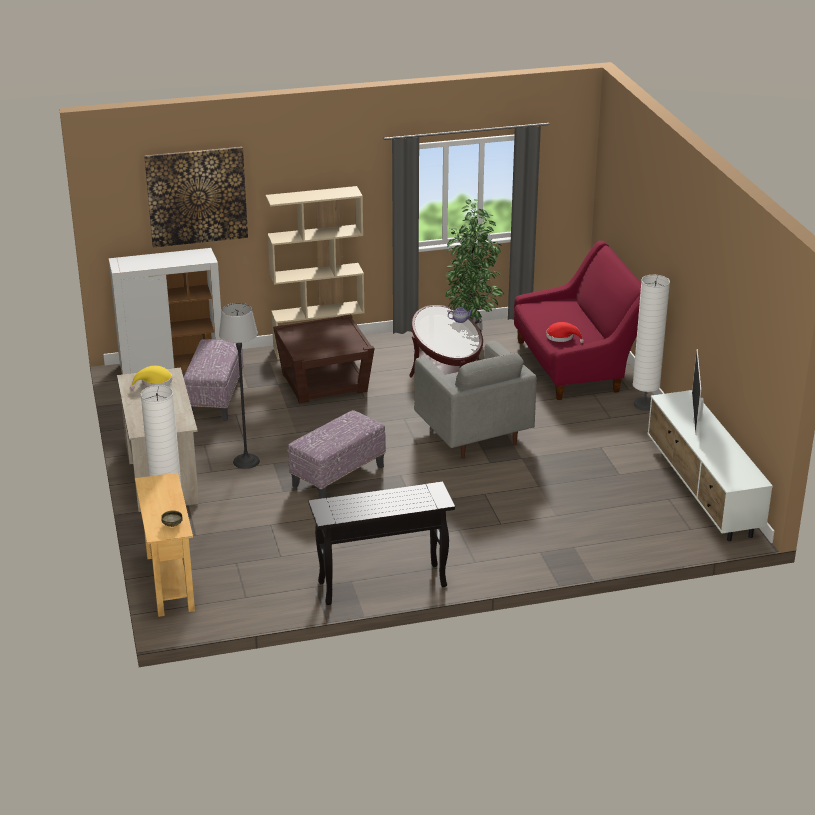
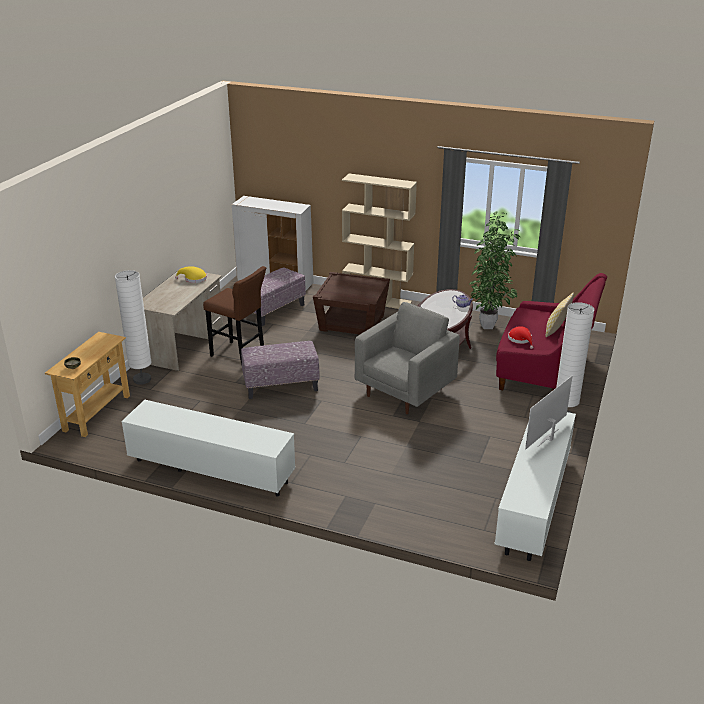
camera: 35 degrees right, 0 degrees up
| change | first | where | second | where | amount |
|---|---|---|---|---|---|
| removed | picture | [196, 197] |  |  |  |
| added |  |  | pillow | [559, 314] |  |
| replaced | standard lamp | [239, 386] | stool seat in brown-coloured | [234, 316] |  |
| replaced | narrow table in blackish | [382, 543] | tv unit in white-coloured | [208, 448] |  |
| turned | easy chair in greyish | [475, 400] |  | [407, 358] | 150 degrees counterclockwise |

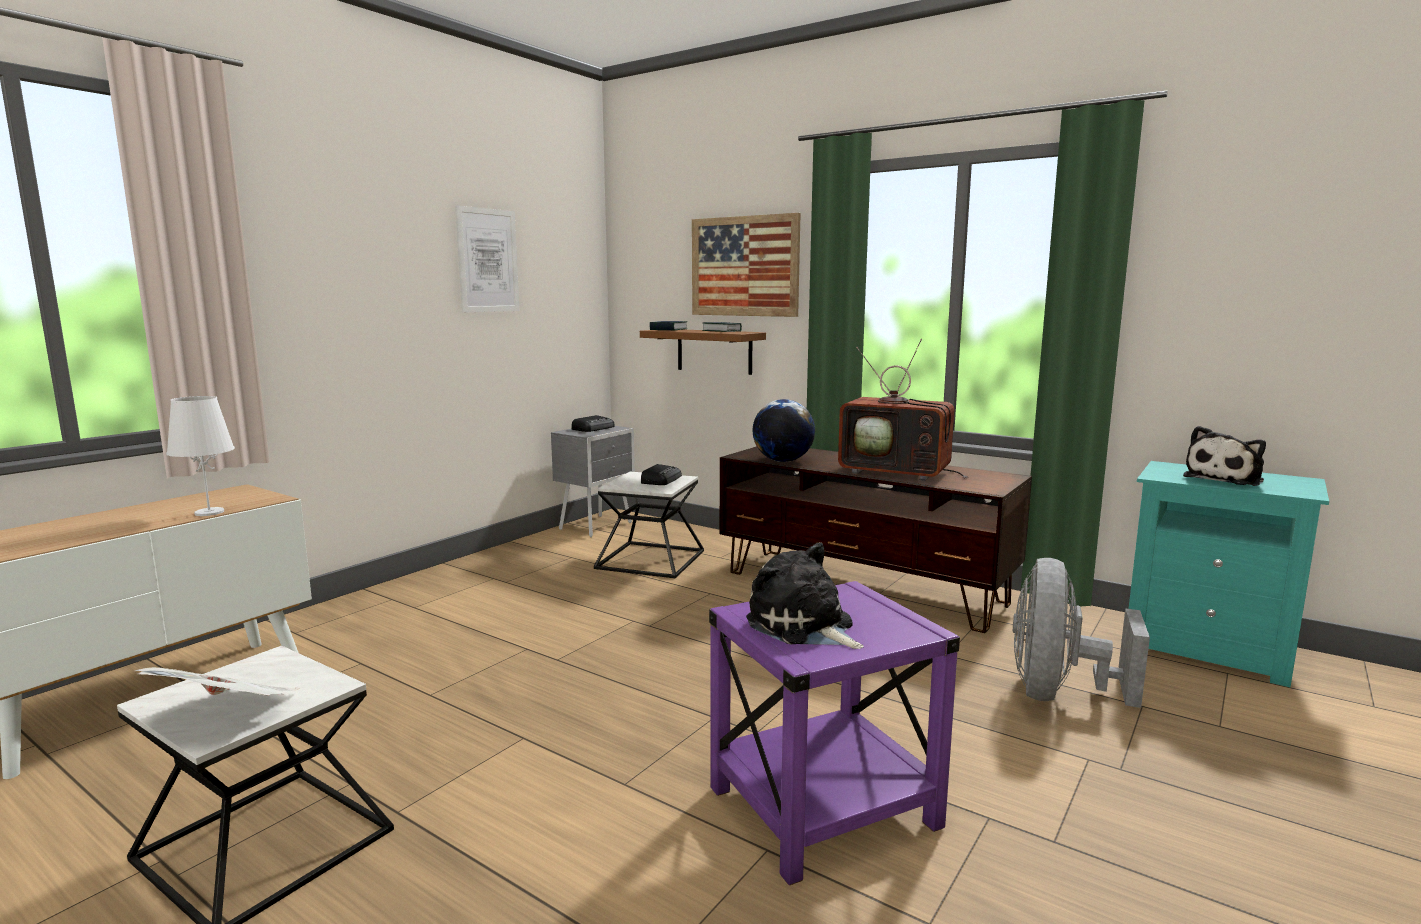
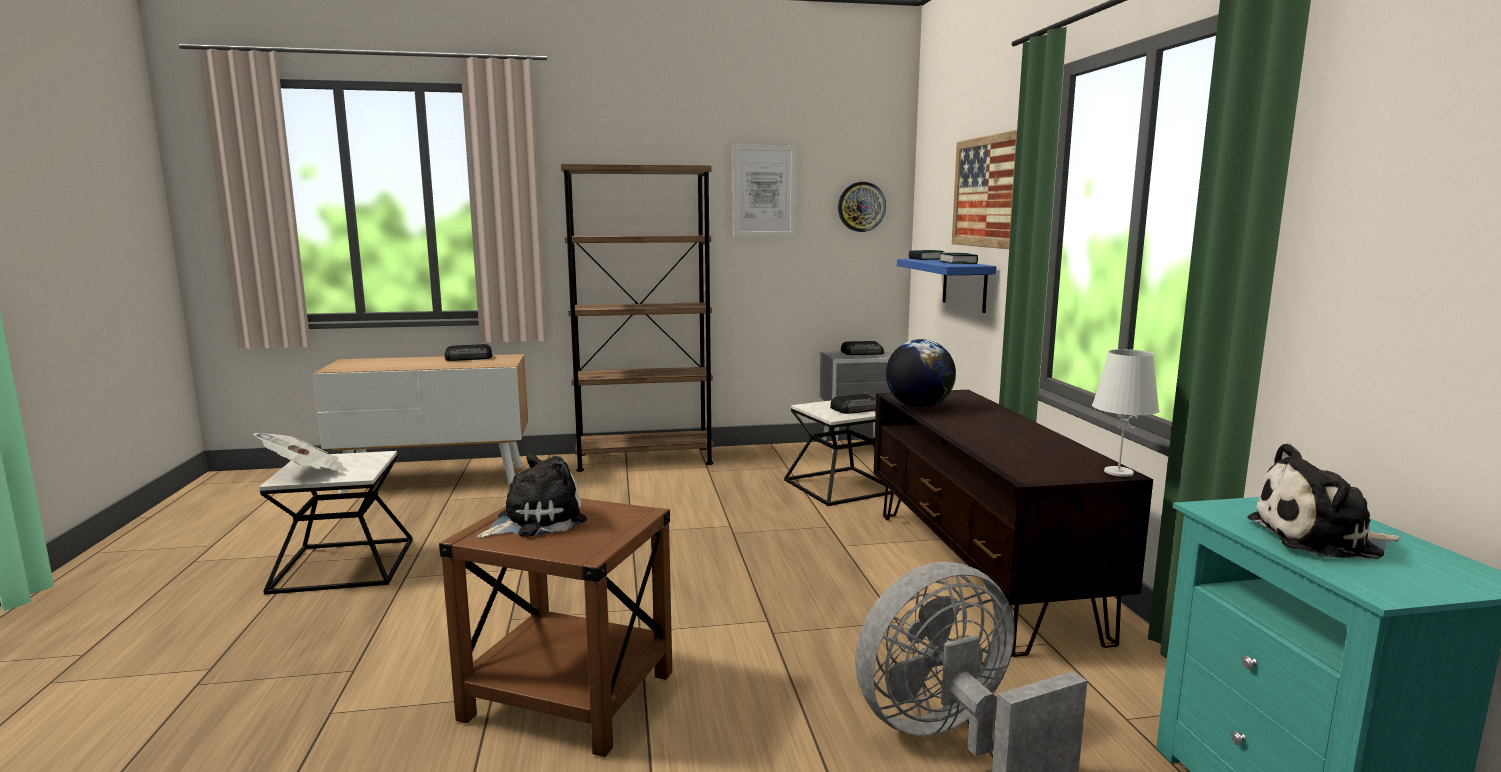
camera: 45 degrees right, 0 degrees up
| change | first | where | second | where | amount |
|---|---|---|---|---|---|
| removed | television | [903, 410] |  |  |  |
| added |  |  | radio set | [469, 352] |  |
| added |  |  | shelving unit in brown-coloured | [637, 318] |  |
| added |  |  | hanging clock | [862, 207] |  |
| moved | tabletop lamp in white-coloured | [200, 456] |  | [1125, 413] |  |
| recoloured | bracket shelf in brown-coloured | [703, 352] | bracket shelf in blue-coloured | [946, 286] |  |
| recoloured | side table in purplish | [834, 733] | side table in brown-coloured | [555, 627] |  |
| turned | cuddly toy | [805, 595] |  | [532, 496] | 45 degrees clockwise |

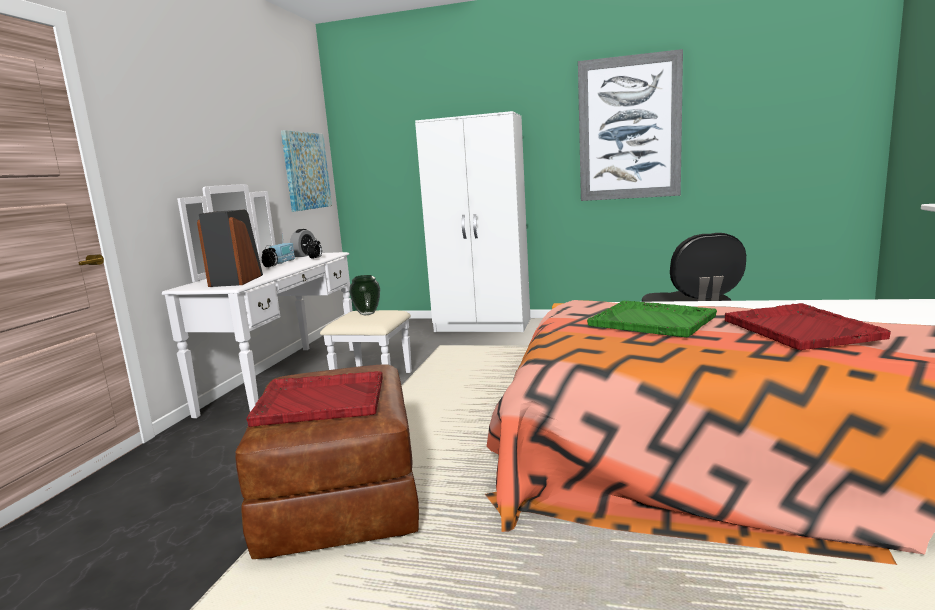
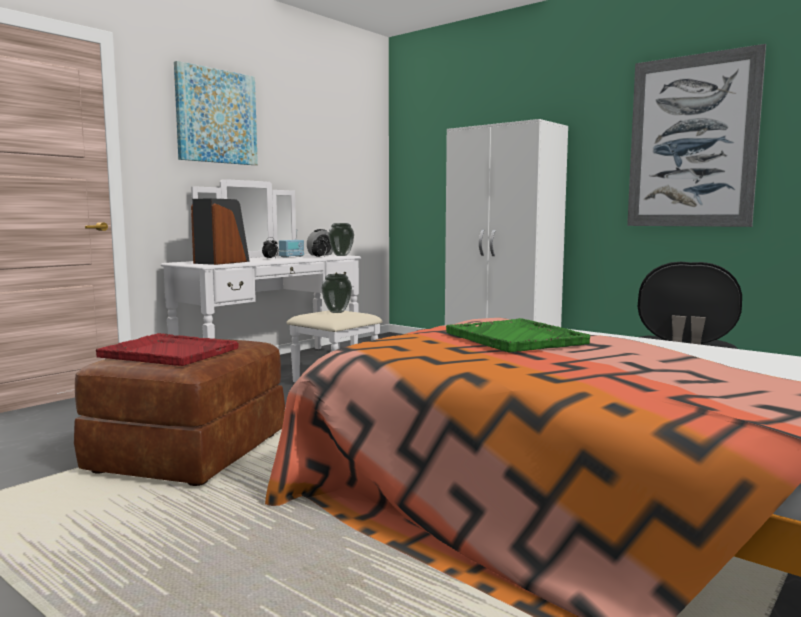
camera: 25 degrees right, 5 degrees down
| change | first | where | second | where | amount |
|---|---|---|---|---|---|
| removed | serving tray in red | [808, 326] |  |  |  |
| added |  |  | flower vase | [341, 239] |  |
| moved | picture | [306, 171] |  | [216, 113] |  |

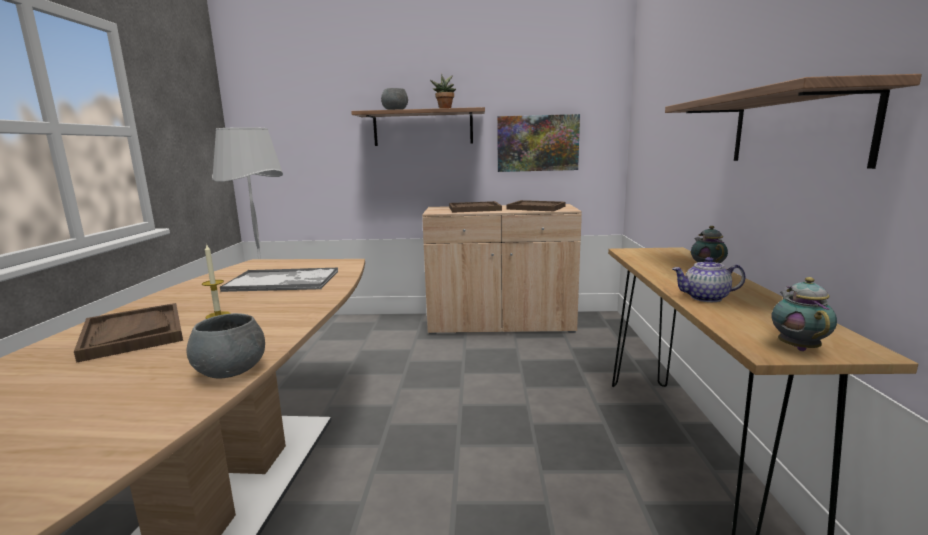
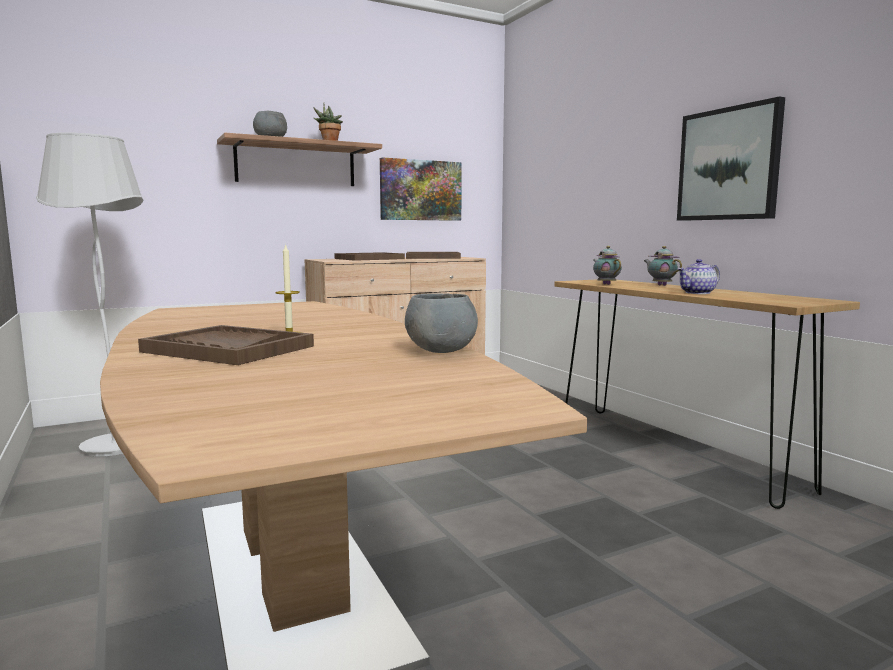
camera: 30 degrees left, 5 degrees down
| change | first | where | second | where | amount |
|---|---|---|---|---|---|
| removed | serving tray | [279, 280] |  |  |  |
| moved | tea pot | [804, 314] |  | [607, 265] |  |
| replaced | bracket shelf | [793, 121] | picture | [731, 158] |  |

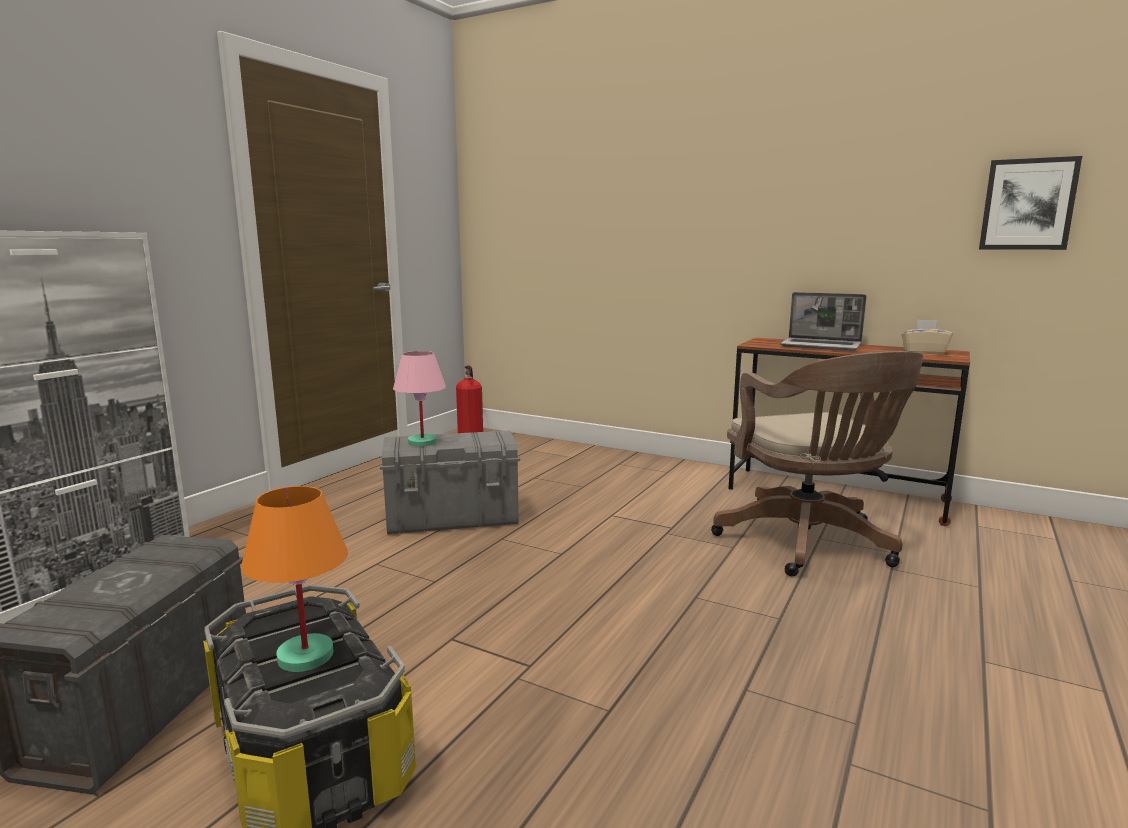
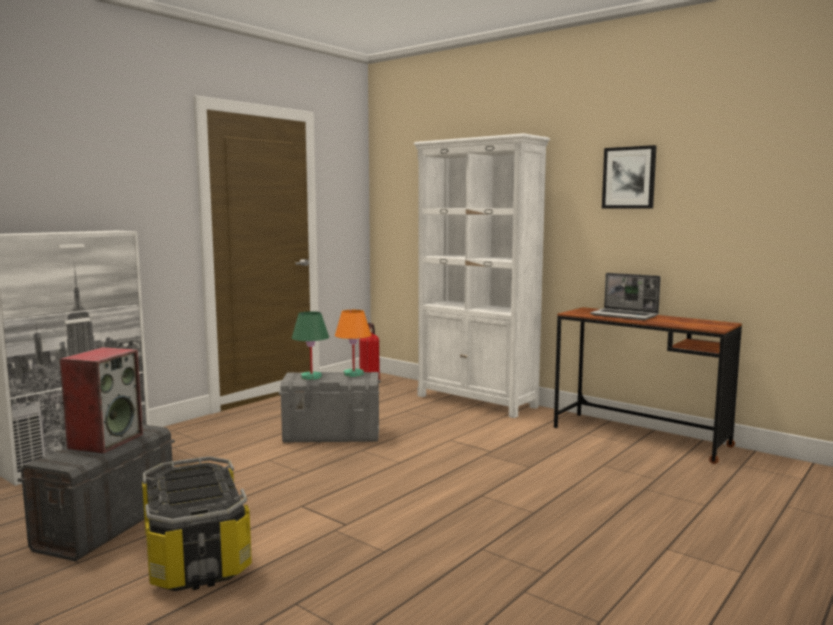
camera: 10 degrees right, 5 degrees down
| change | first | where | second | where | amount |
|---|---|---|---|---|---|
| removed | office chair in brown-coloured | [817, 464] |  |  |  |
| removed | tissue box in beige | [927, 336] |  |  |  |
| added |  |  | speaker | [101, 400] |  |
| added |  |  | shelving unit in white-coloured | [481, 275] |  |
| moved | tabletop lamp in orange-coloured | [294, 579] |  | [353, 343] |  |
| moved | picture | [1030, 203] |  | [629, 177] |  |
| recoloured | tabletop lamp in pinkish | [419, 399] | tabletop lamp in green | [310, 345] |  |

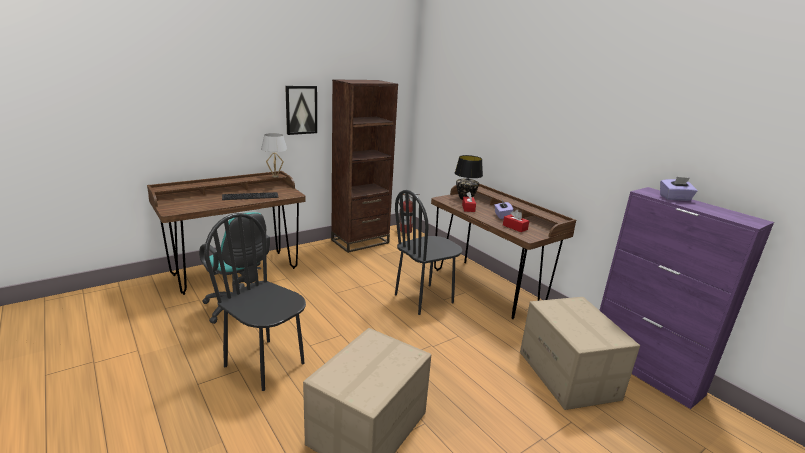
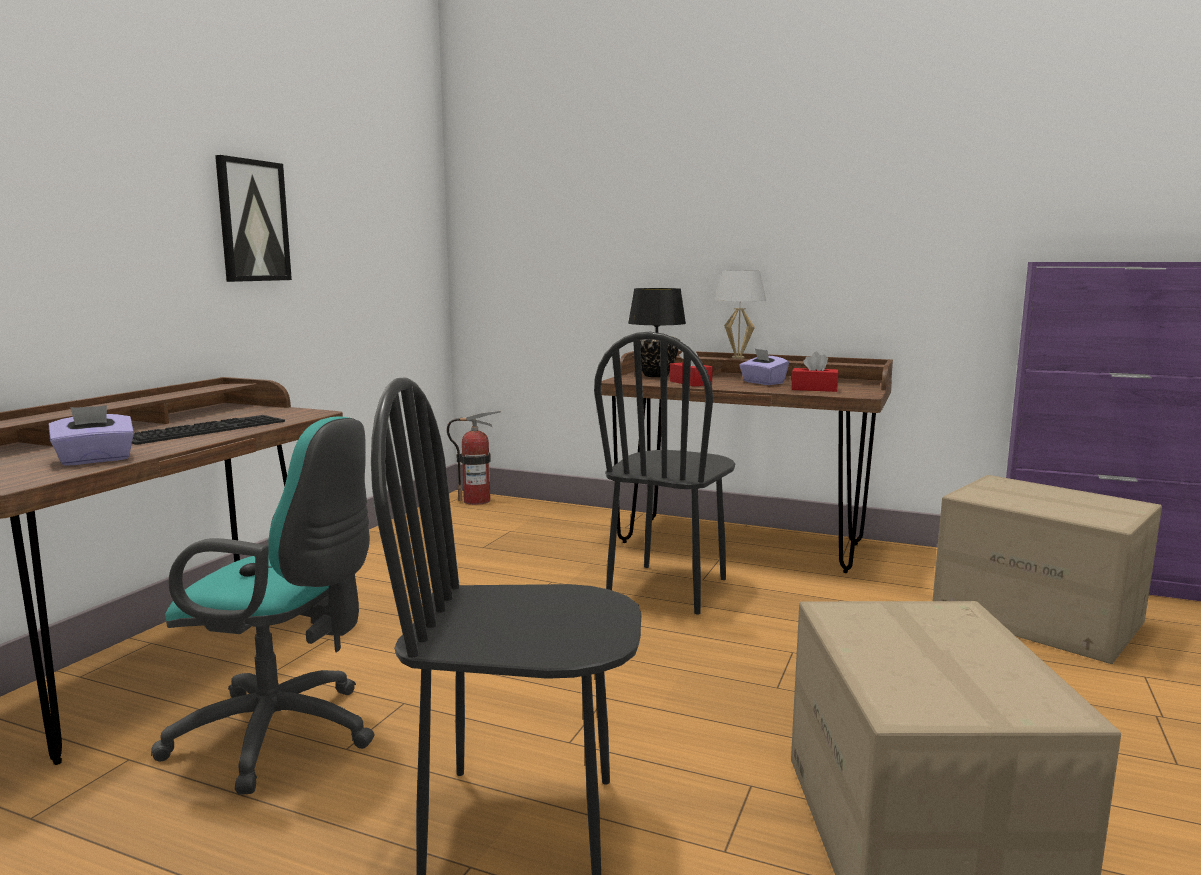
camera: 30 degrees left, 10 degrees down
| change | first | where | second | where | amount |
|---|---|---|---|---|---|
| removed | shelving unit in brown-coloured | [364, 166] |  |  |  |
| moved | tabletop lamp in white-coloured | [274, 155] |  | [740, 314] |  |
| moved | tissue box in purplish | [679, 189] |  | [91, 435] |  |

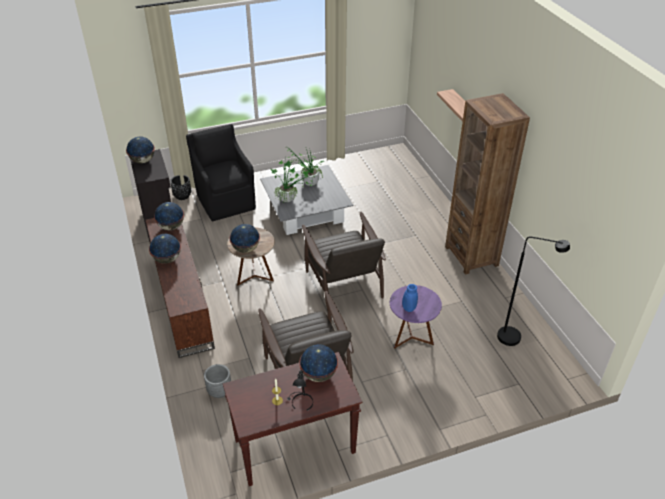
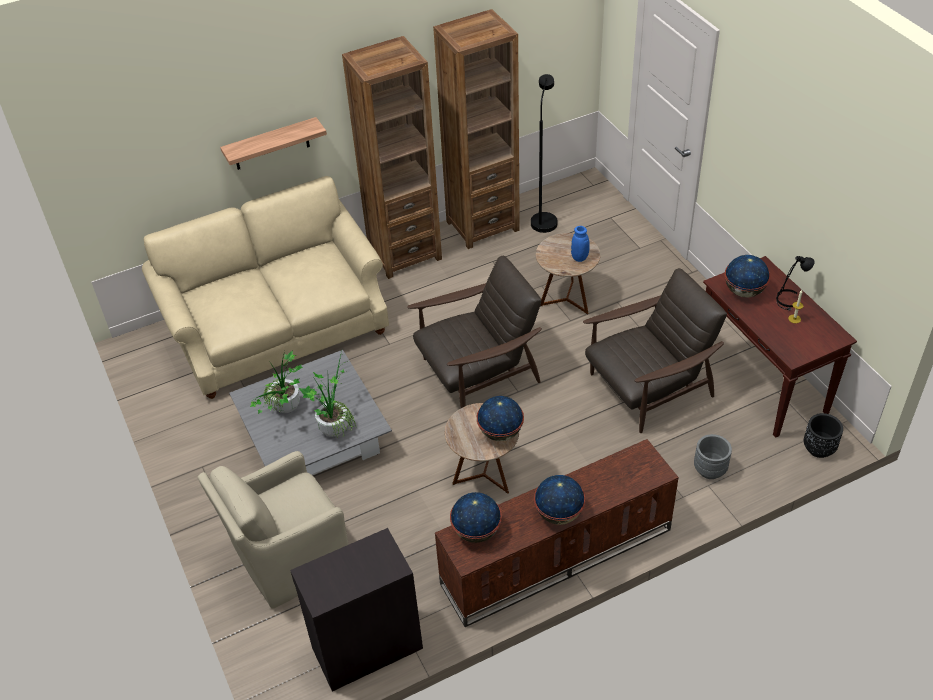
camera: 95 degrees left, 5 degrees up
| change | first | where | second | where | amount |
|---|---|---|---|---|---|
| removed | globe | [140, 150] |  |  |  |
| added |  |  | sofa in beige | [265, 287] |  |
| added |  |  | shelving unit in brown-coloured | [476, 129] |  |
| moved | flower pot in blackish | [180, 187] |  | [823, 435] |  |
| recoloured | easy chair in blackish | [221, 172] | easy chair in beige | [273, 530] |  |
| recoloured | side table in purplish | [416, 317] | side table in brown-coloured | [568, 274] |  |

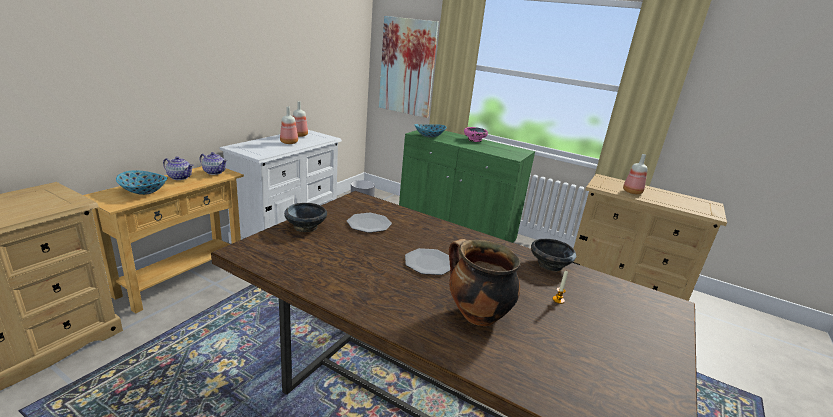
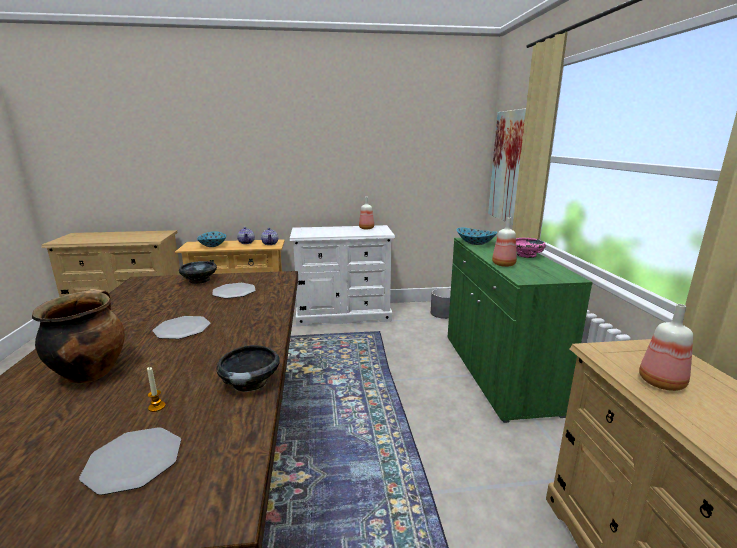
camera: 55 degrees right, 5 degrees down
| change | first | where | second | where | amount |
|---|---|---|---|---|---|
| added |  |  | flat dish | [130, 461] |  |
| moved | drink bottle | [289, 125] |  | [504, 242] |  |

